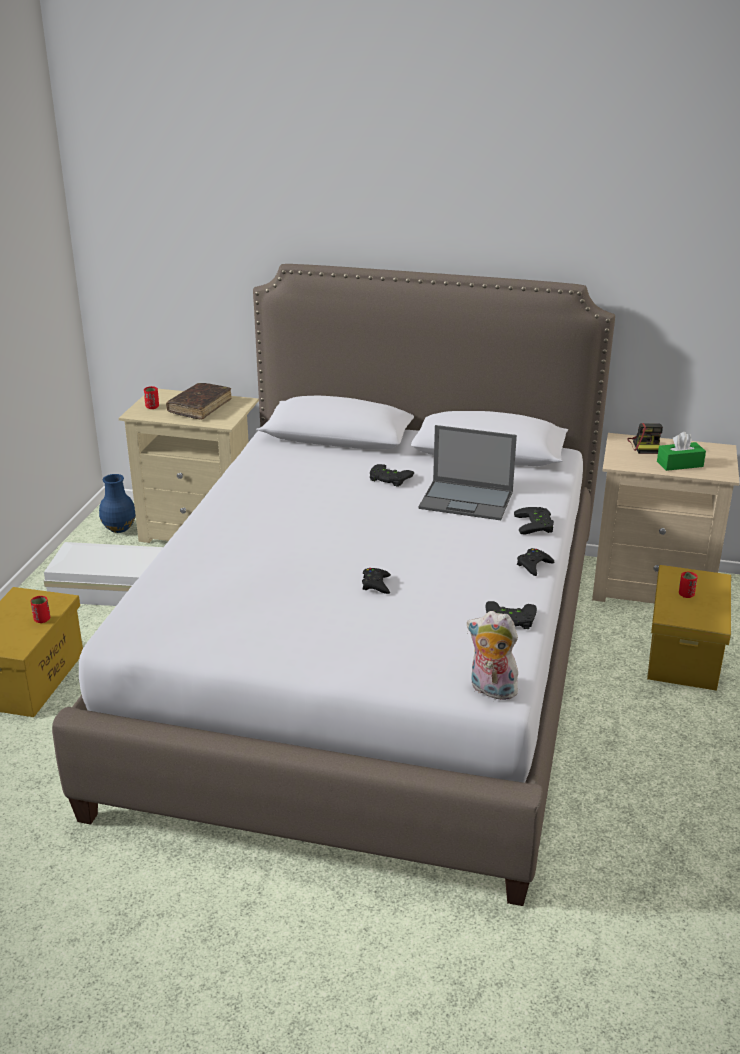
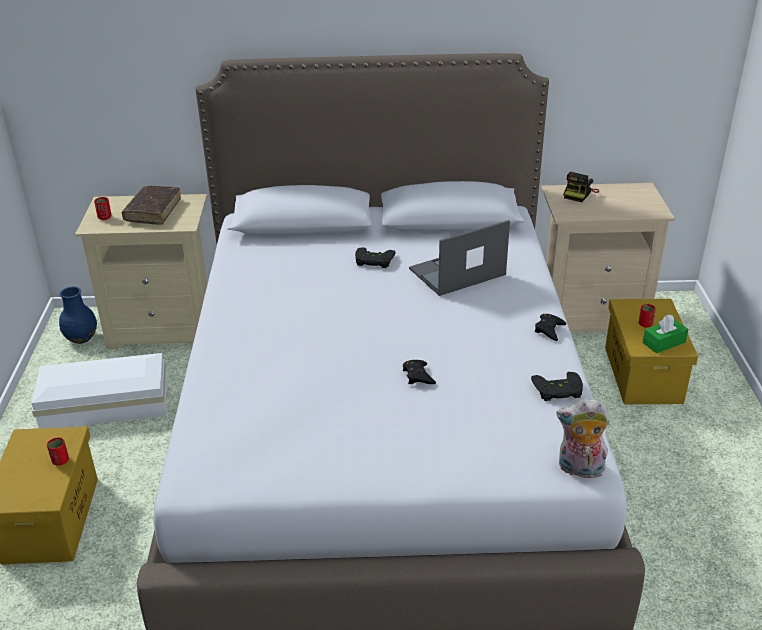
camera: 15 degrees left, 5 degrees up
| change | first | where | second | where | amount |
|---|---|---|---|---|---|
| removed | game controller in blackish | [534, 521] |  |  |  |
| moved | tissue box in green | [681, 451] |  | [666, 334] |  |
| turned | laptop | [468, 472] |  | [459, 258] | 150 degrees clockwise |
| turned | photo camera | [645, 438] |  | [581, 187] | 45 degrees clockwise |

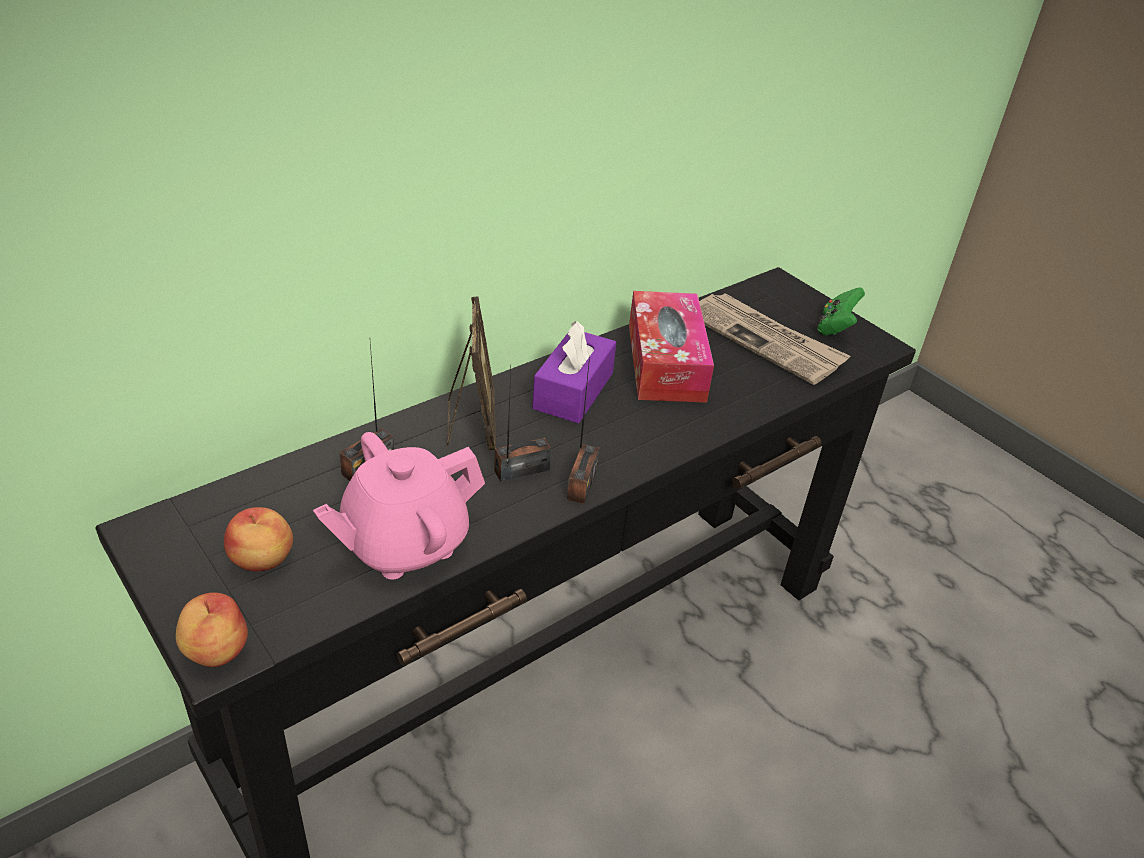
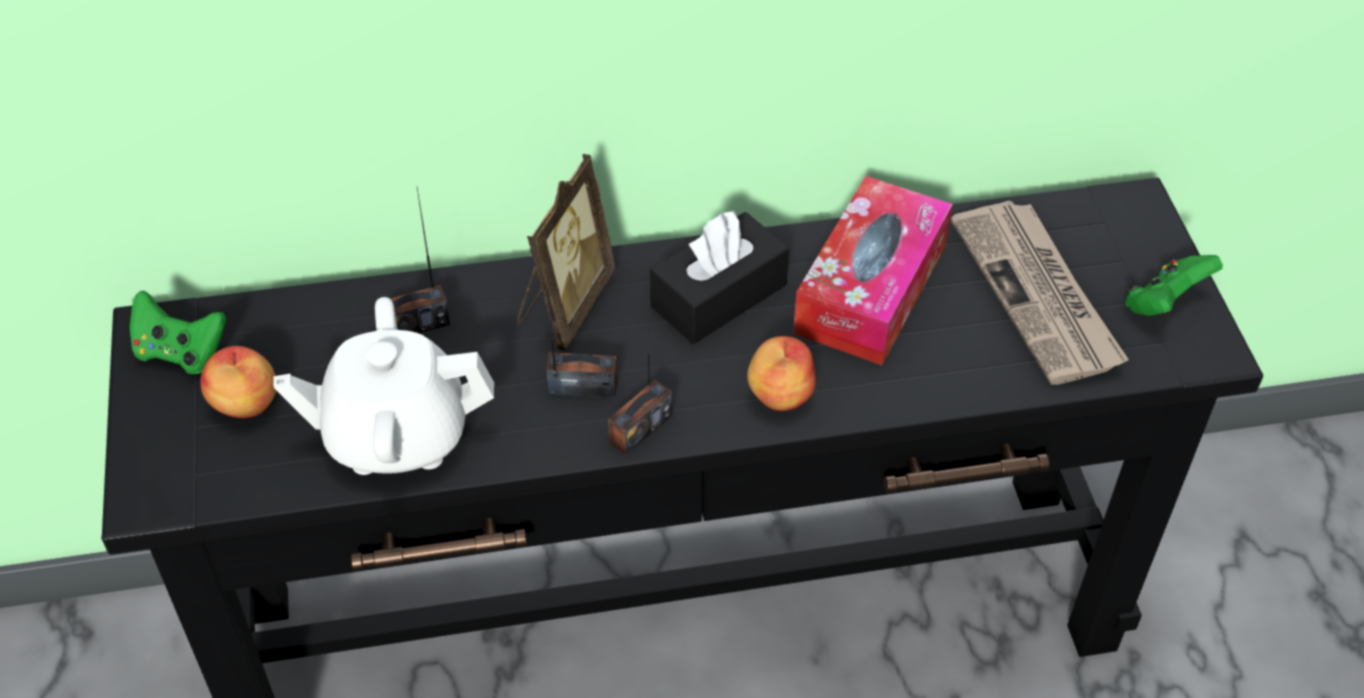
camera: 30 degrees right, 10 degrees up
| change | first | where | second | where | amount |
|---|---|---|---|---|---|
| added |  |  | game controller in green | [178, 332] |  |
| moved | apple fruit | [212, 629] |  | [781, 373] |  |
| recoloured | tea pot in pinkish | [399, 505] | tea pot in white-coloured | [384, 386] |  |
| recoloured | tissue box in purplish | [574, 372] | tissue box in blackish | [720, 277] |  |

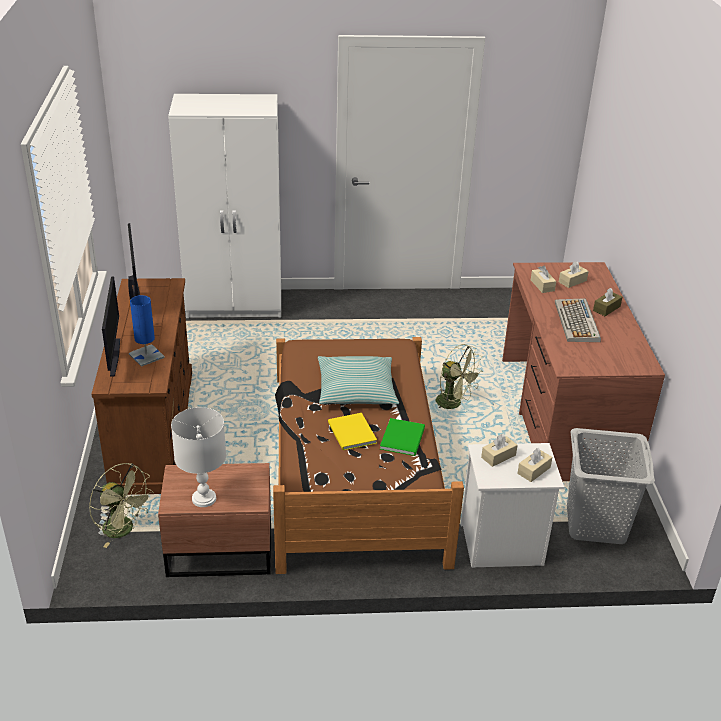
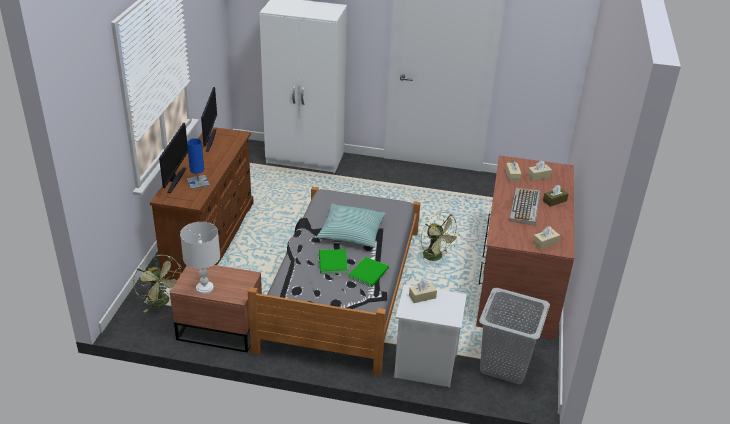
camera: 15 degrees right, 0 degrees up
| change | first | where | second | where | amount |
|---|---|---|---|---|---|
| moved | tissue box in beige | [534, 465] |  | [546, 238] |  |
| recoloured | bedroom bed in brown-coloured | [368, 455] | bedroom bed in greyish | [334, 281] |  |
| recoloured | volume in yellowish | [352, 431] | volume in green | [333, 261] |  |

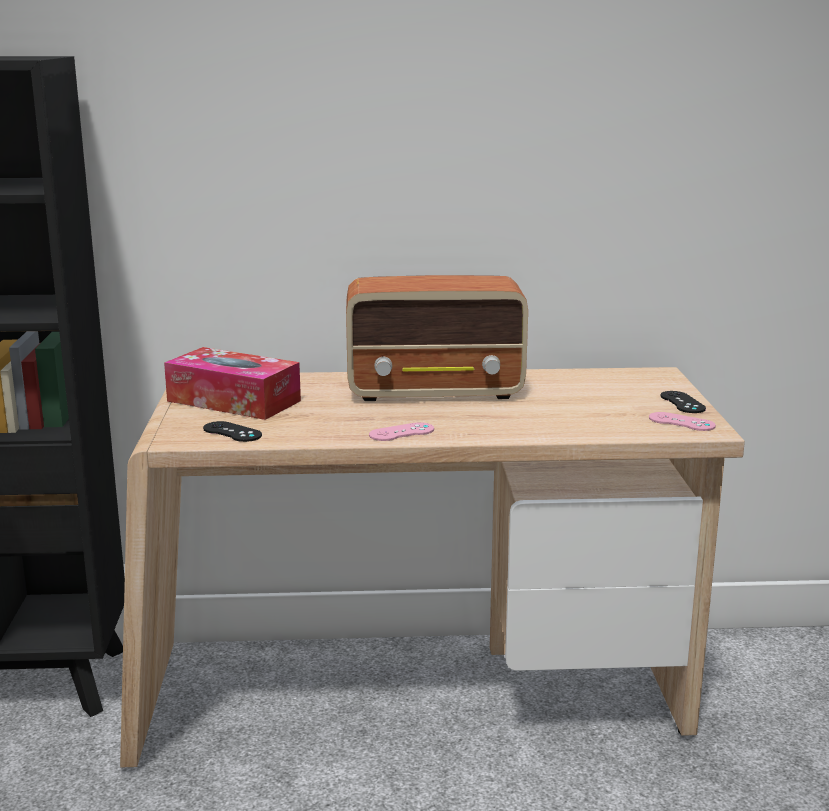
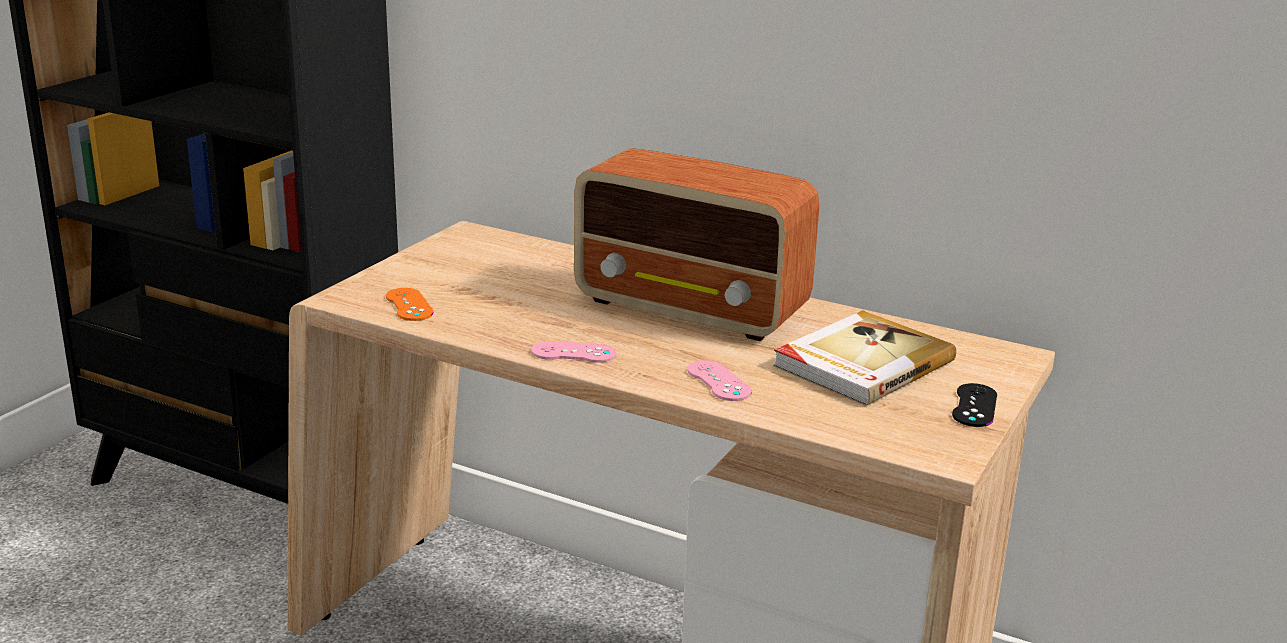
camera: 30 degrees right, 5 degrees up
| change | first | where | second | where | amount |
|---|---|---|---|---|---|
| removed | tissue box | [232, 383] |  |  |  |
| added |  |  | volume | [864, 358] |  |
| moved | game controller in pinkish | [682, 421] |  | [719, 380] |  |
| recoloured | game controller in blackish | [232, 431] | game controller in orange-coloured | [410, 304] |  |

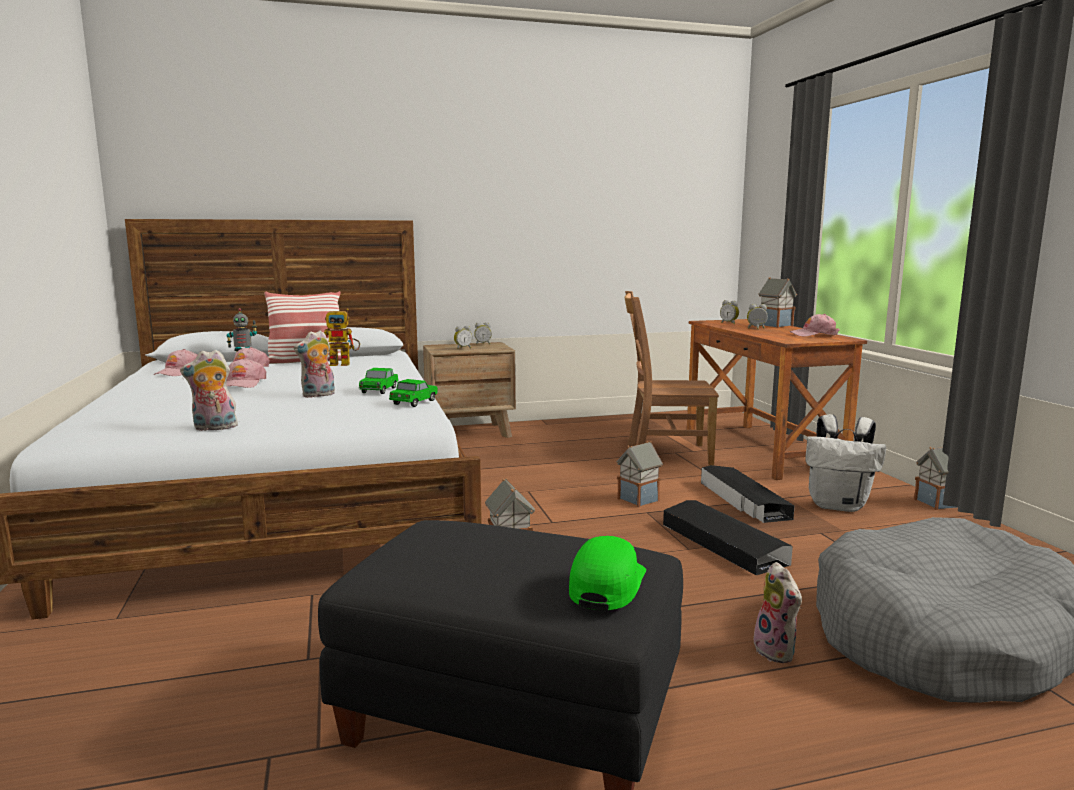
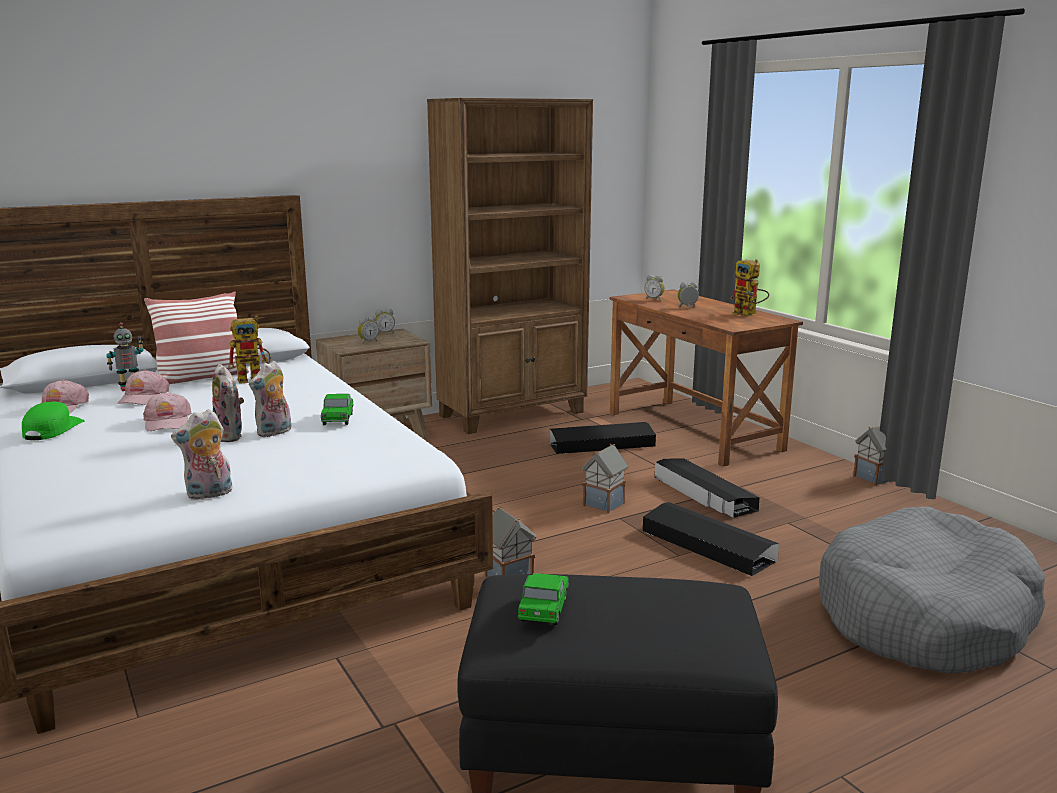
camera: 15 degrees left, 5 degrees up
| change | first | where | second | where | amount |
|---|---|---|---|---|---|
| removed | model house | [777, 302] |  |  |  |
| removed | backpack in white-coloured | [845, 463] |  |  |  |
| added |  |  | shelving unit in brown-coloured | [510, 266] |  |
| moved | miniature car | [413, 393] |  | [543, 599] |  |
| moved | cap in green | [607, 573] |  | [53, 420] |  |
| moved | cuddly toy | [777, 612] |  | [228, 403] |  |
| replaced | chair in brown-coloured | [671, 378] | storage box in blackish | [603, 438] |  |
| replaced | cap in pinkish | [815, 325] | model robot | [749, 288] |  |

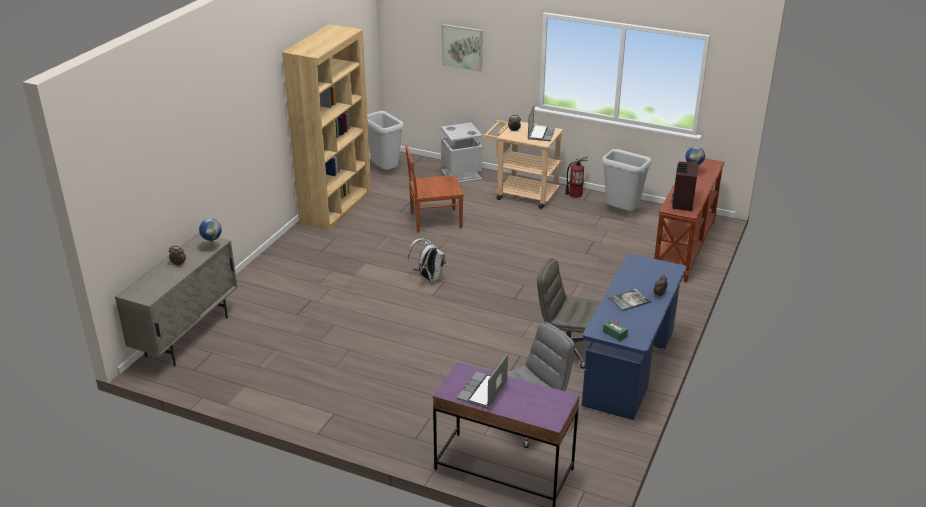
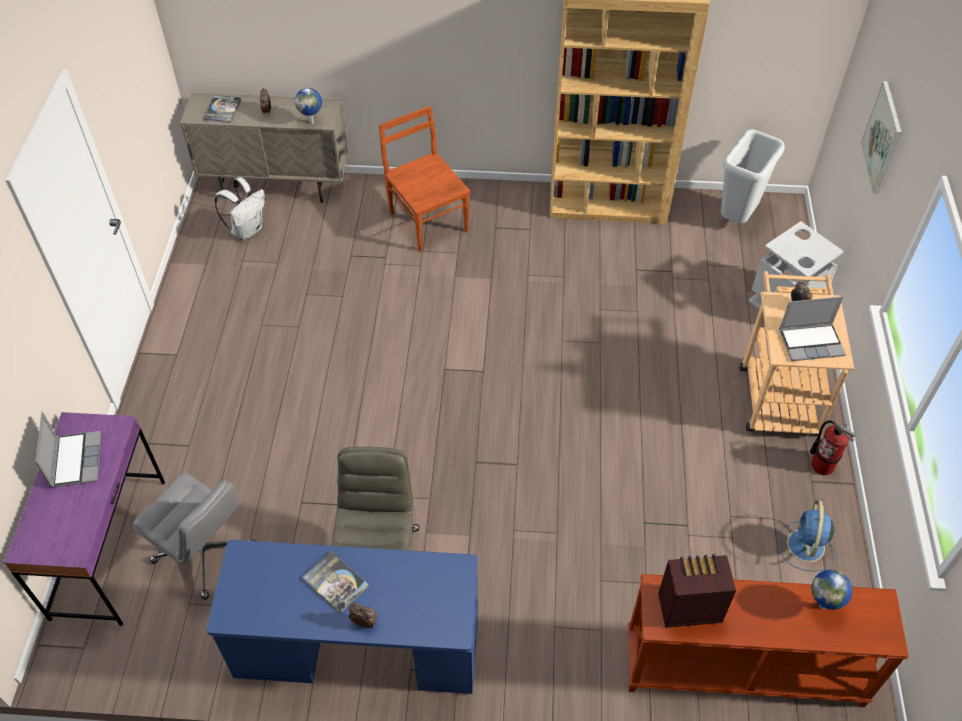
camera: 70 degrees right, 20 degrees up
| change | first | where | second | where | amount |
|---|---|---|---|---|---|
| removed | tissue box in green | [615, 330] |  |  |  |
| added |  |  | volume | [222, 109] |  |
| moved | chair in brown-coloured | [434, 189] |  | [424, 178] |  |
| moved | backpack in white-coloured | [427, 260] |  | [239, 208] |  |
| replaced | waste bin in greyish | [627, 180] | cooling fan in blue-coloured | [807, 535] |  |
| turned | laptop | [482, 381] |  | [68, 449] | 75 degrees clockwise |

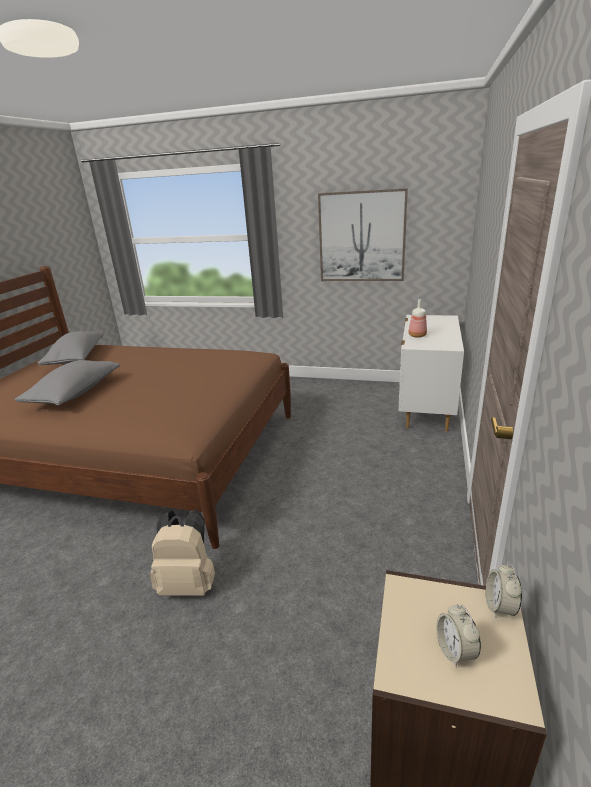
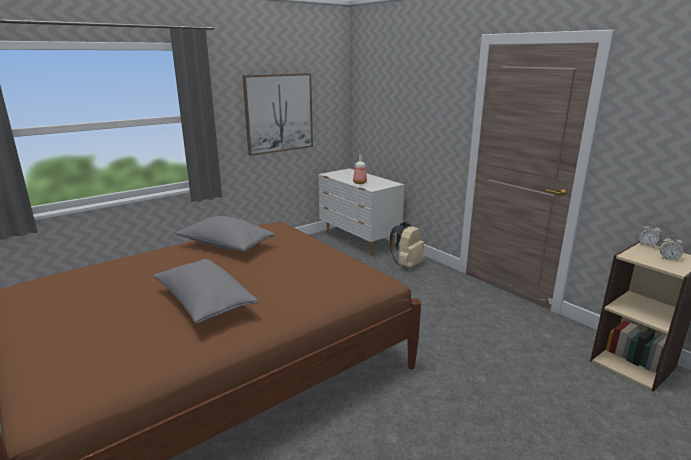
camera: 55 degrees left, 5 degrees down
| change | first | where | second | where | amount |
|---|---|---|---|---|---|
| moved | pillow in greyish | [70, 348] |  | [225, 234] |  |
| moved | backpack in beige | [182, 553] |  | [407, 245] |  |

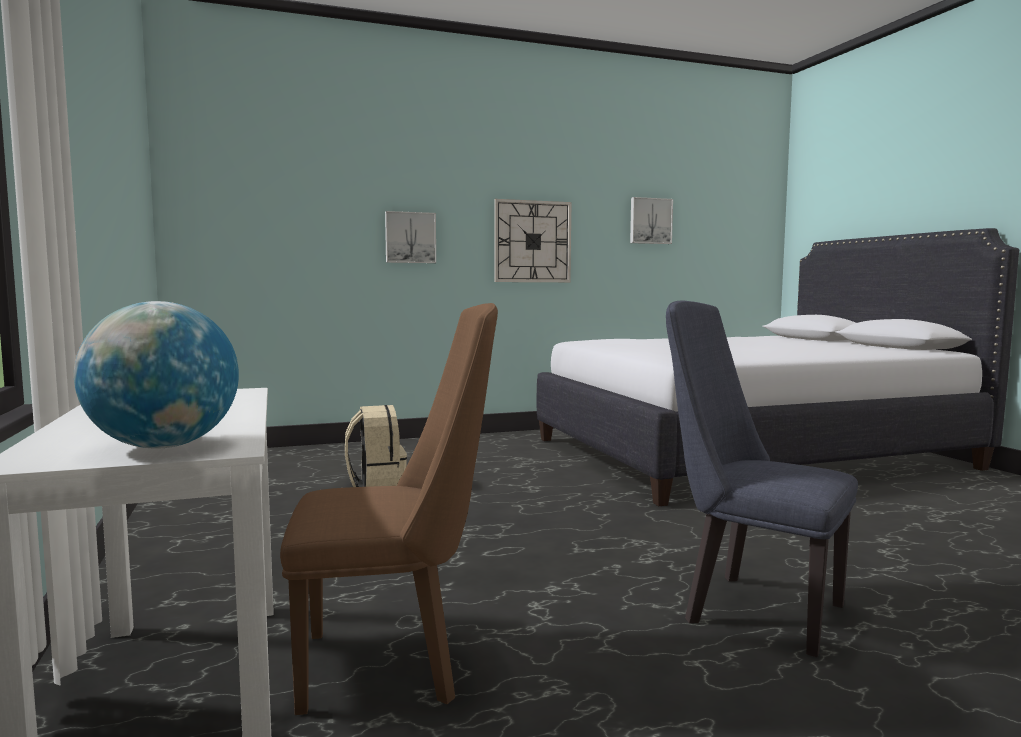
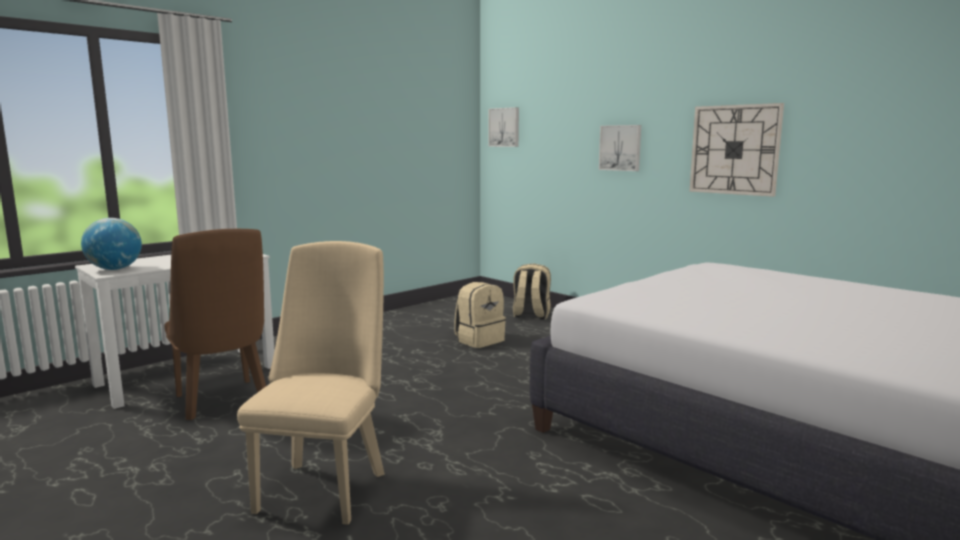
camera: 65 degrees right, 5 degrees up
| change | first | where | second | where | amount |
|---|---|---|---|---|---|
| added |  |  | backpack in beige | [532, 291] |  |
| moved | picture | [651, 220] |  | [503, 127] |  |
| recoloured | chair in blue-coloured | [762, 479] | chair in beige | [311, 383] |  |

